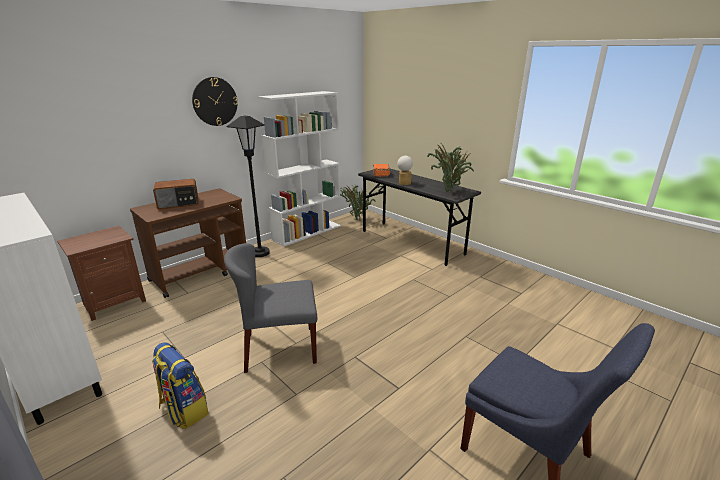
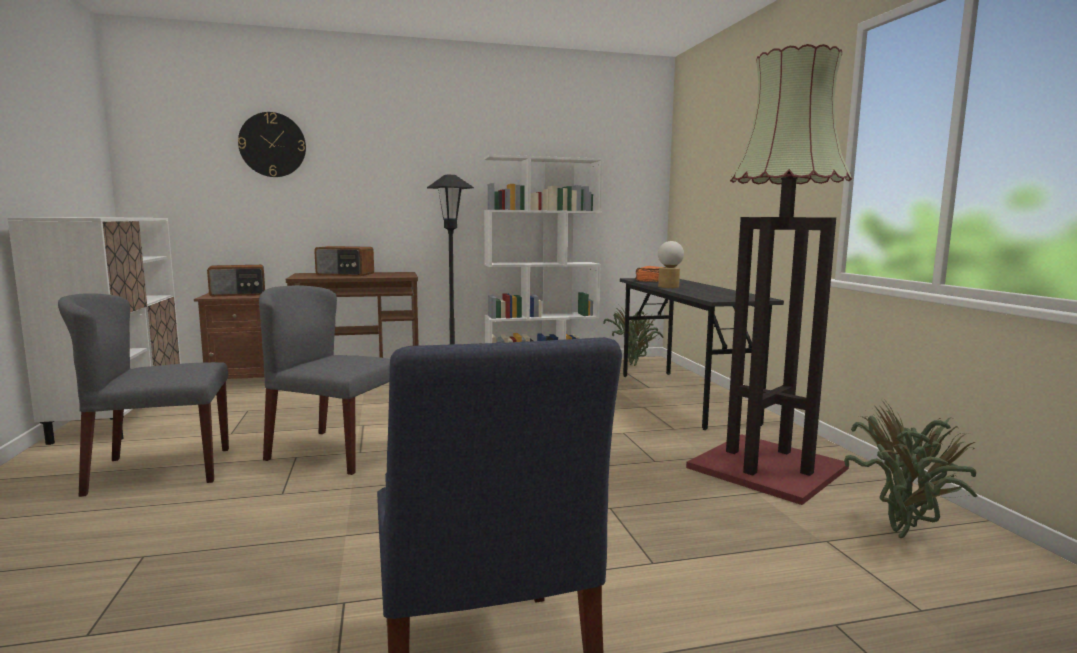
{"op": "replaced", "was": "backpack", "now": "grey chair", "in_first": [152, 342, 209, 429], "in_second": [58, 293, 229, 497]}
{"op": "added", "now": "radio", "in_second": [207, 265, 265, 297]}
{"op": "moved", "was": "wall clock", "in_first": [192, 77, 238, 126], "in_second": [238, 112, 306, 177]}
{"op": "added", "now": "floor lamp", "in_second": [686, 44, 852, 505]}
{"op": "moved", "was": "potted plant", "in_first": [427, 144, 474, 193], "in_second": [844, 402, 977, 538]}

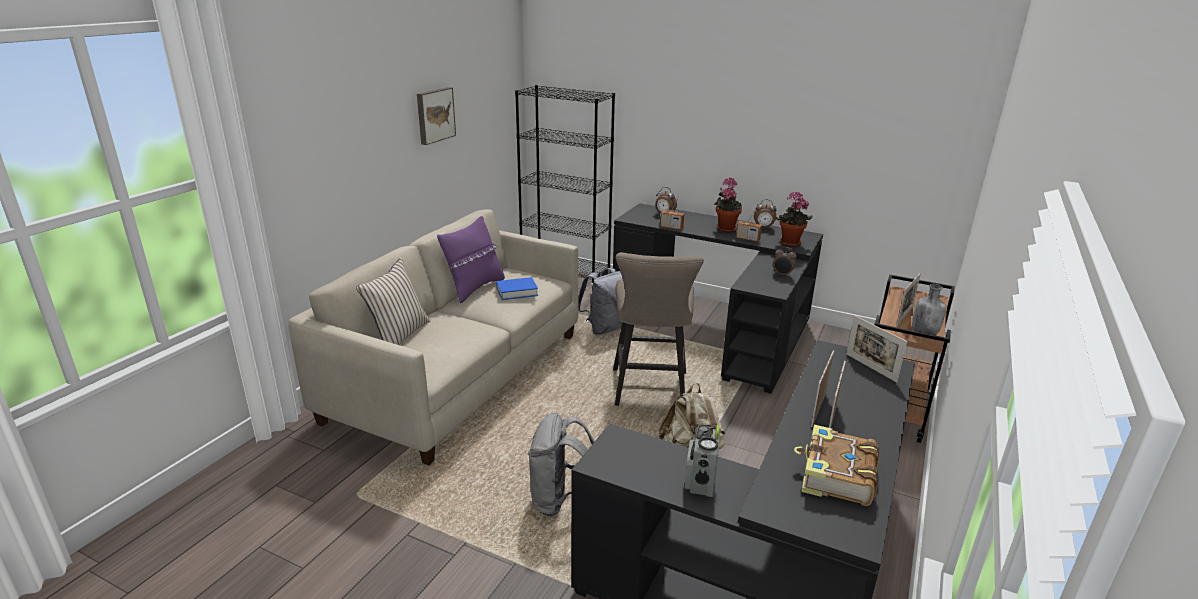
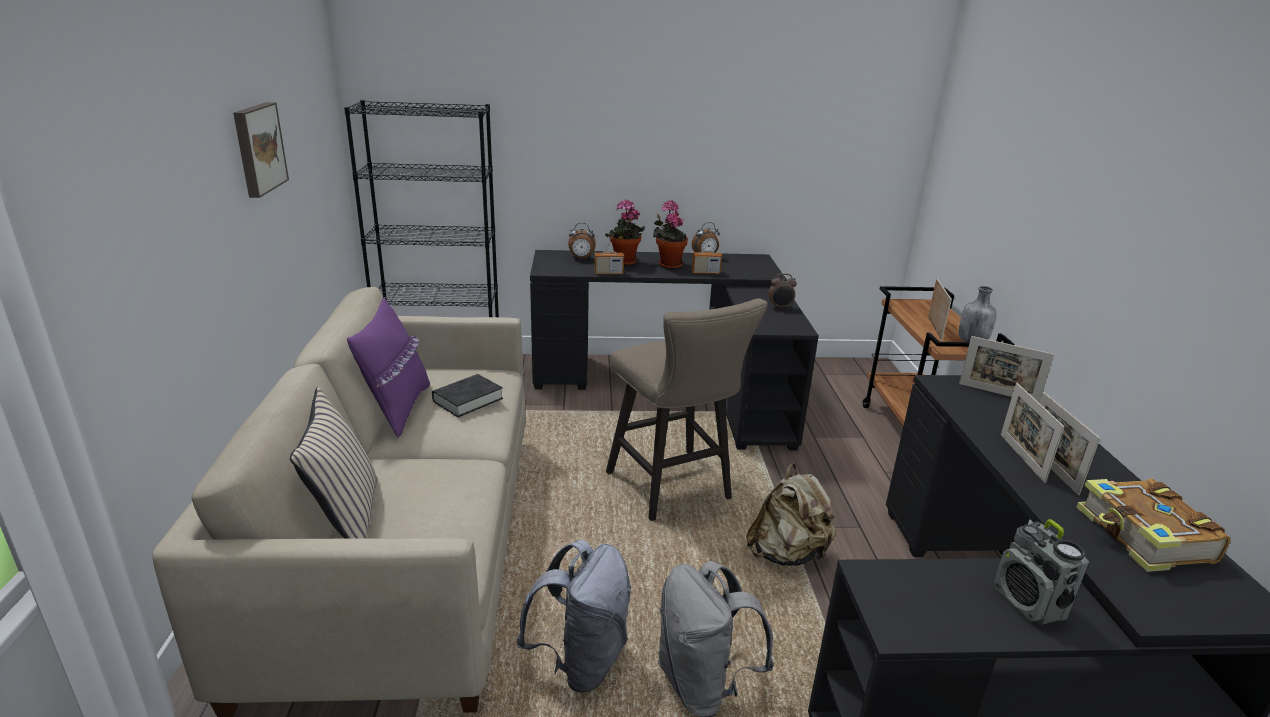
{"op": "recoloured", "was": "blue book", "now": "black book", "in_first": [496, 277, 538, 300], "in_second": [432, 374, 503, 417]}
{"op": "moved", "was": "grey backpack", "in_first": [578, 268, 623, 335], "in_second": [517, 540, 632, 692]}
{"op": "moved", "was": "potted plant", "in_first": [776, 192, 813, 247], "in_second": [605, 199, 645, 265]}

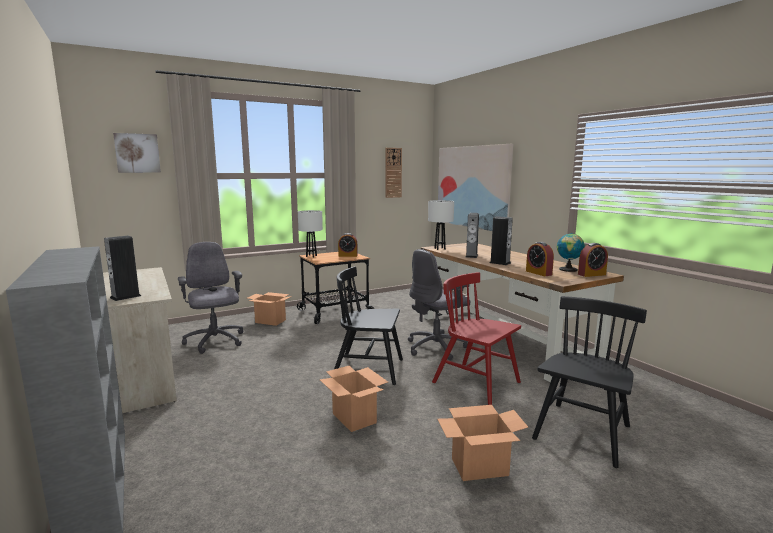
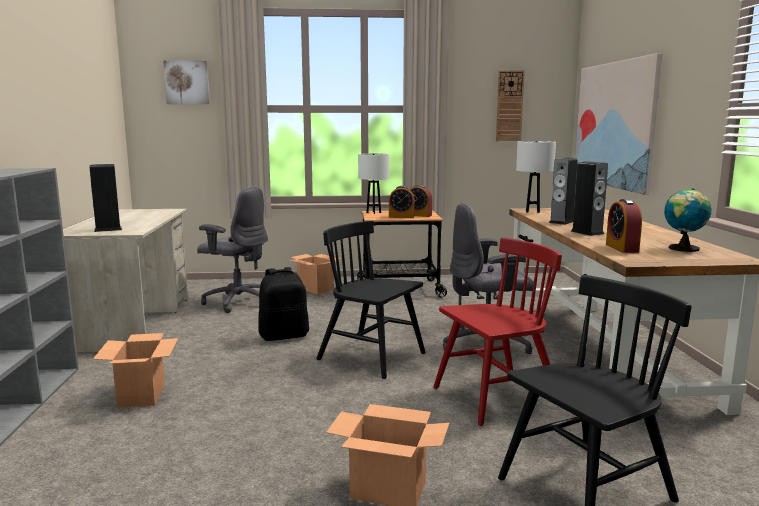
{"op": "moved", "was": "cardboard box", "in_first": [319, 366, 388, 432], "in_second": [93, 333, 178, 408]}
{"op": "turned", "was": "grey office chair", "in_first": [178, 242, 243, 354], "in_second": [197, 187, 268, 313], "clockwise": 120}
{"op": "added", "now": "black backpack", "in_second": [258, 267, 309, 341]}
{"op": "moved", "was": "alarm clock", "in_first": [578, 243, 608, 277], "in_second": [389, 186, 415, 218]}
{"op": "turned", "was": "red chair", "in_first": [432, 272, 521, 405], "in_second": [433, 237, 562, 426], "clockwise": 90}

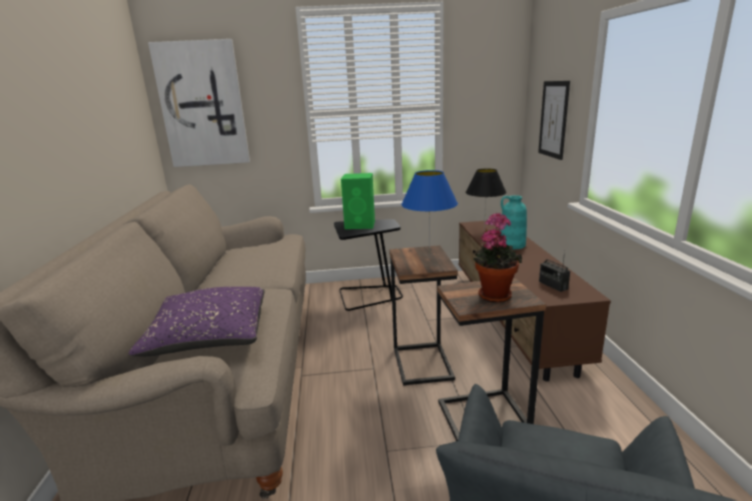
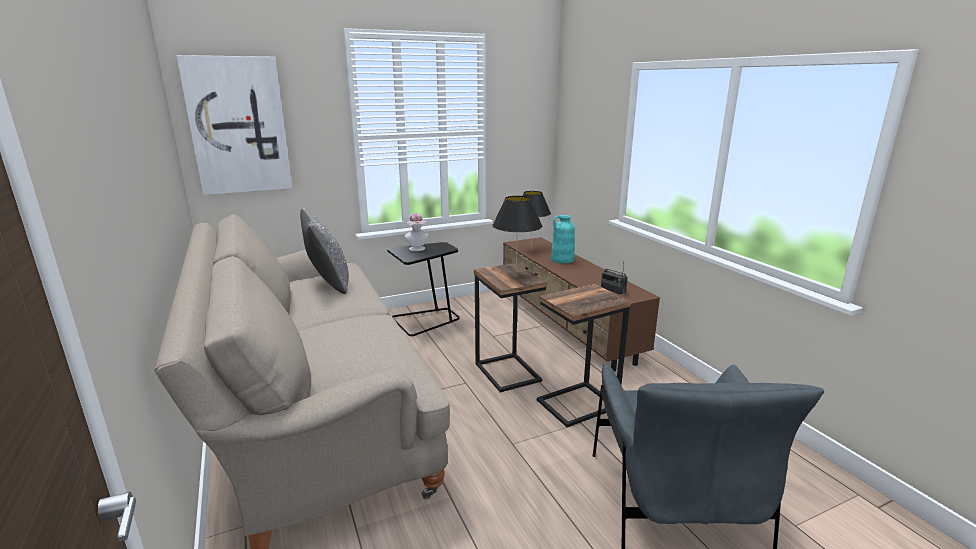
{"op": "added", "now": "grey pillow", "in_second": [300, 208, 349, 294]}
{"op": "replaced", "was": "green speaker", "now": "hat", "in_first": [341, 173, 375, 229], "in_second": [405, 213, 428, 251]}
{"op": "recoloured", "was": "blue table lamp", "now": "black table lamp", "in_first": [401, 170, 458, 259], "in_second": [492, 196, 542, 275]}
{"op": "removed", "was": "purple pillow", "in_first": [129, 287, 265, 357]}
{"op": "removed", "was": "potted plant", "in_first": [473, 212, 522, 302]}
{"op": "removed", "was": "picture", "in_first": [538, 81, 570, 160]}

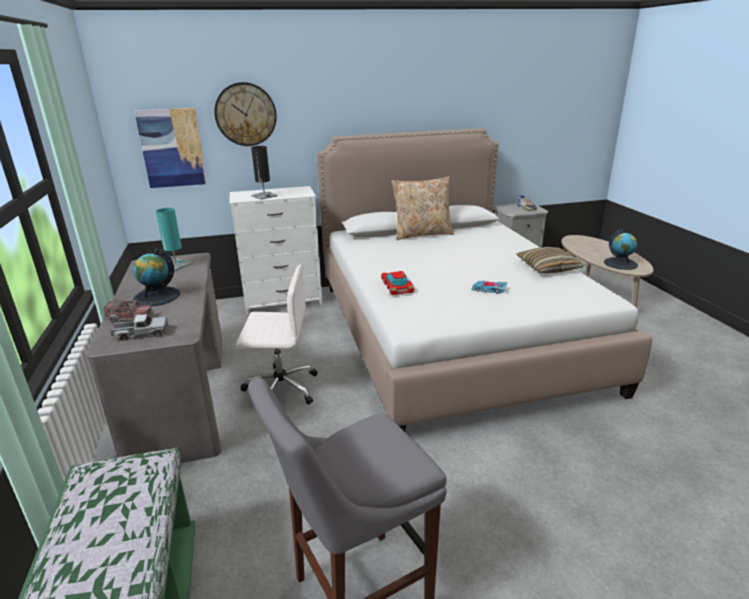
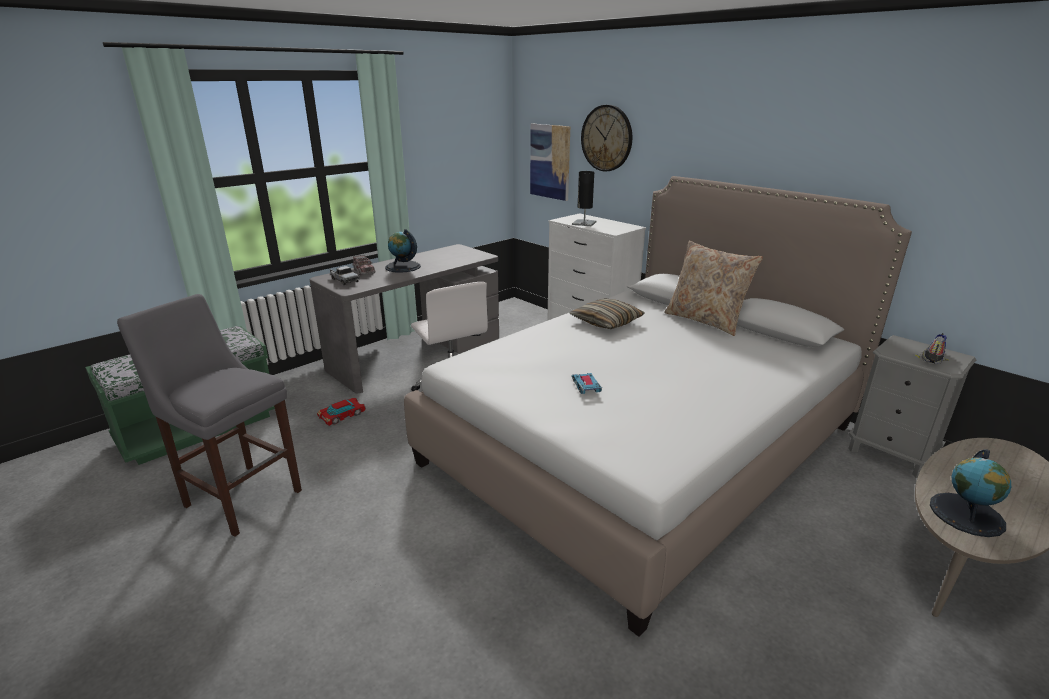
{"op": "moved", "was": "toy car", "in_first": [381, 271, 414, 295], "in_second": [317, 398, 366, 426]}
{"op": "moved", "was": "pillow", "in_first": [516, 247, 584, 273], "in_second": [570, 298, 645, 329]}
{"op": "removed", "was": "turquoise table lamp", "in_first": [156, 208, 193, 271]}

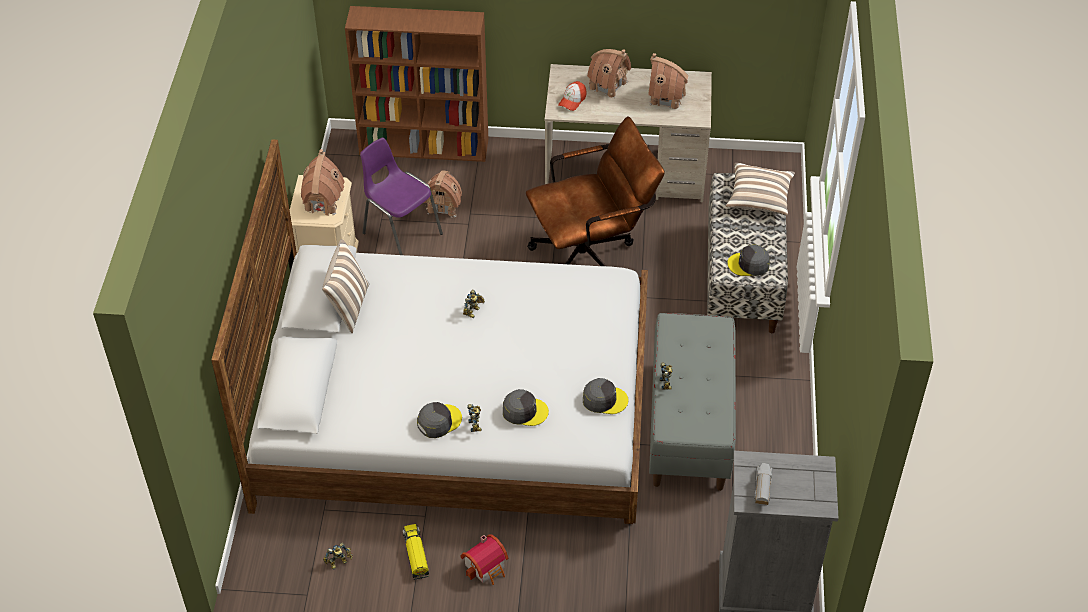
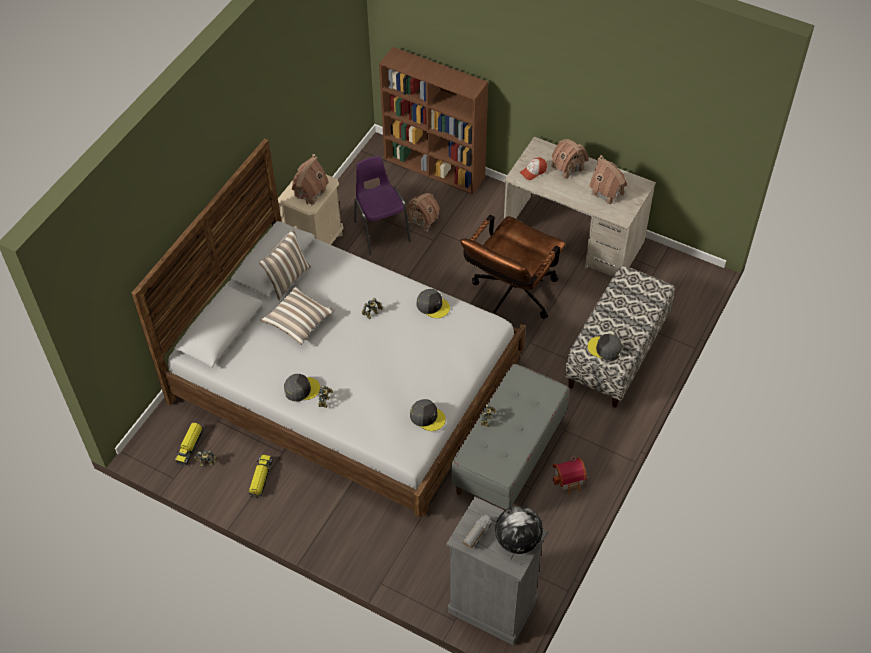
{"op": "added", "now": "toy truck", "in_second": [175, 423, 203, 465]}
{"op": "moved", "was": "pillow", "in_first": [726, 163, 795, 215], "in_second": [261, 286, 335, 345]}
{"op": "moved", "was": "grey cap", "in_first": [503, 389, 549, 426], "in_second": [416, 289, 450, 318]}
{"op": "turned", "was": "brown office chair", "in_first": [526, 116, 665, 266], "in_second": [460, 215, 566, 319], "clockwise": 120}
{"op": "added", "now": "globe", "in_second": [495, 506, 543, 554]}
{"op": "moved", "was": "toy house", "in_first": [460, 534, 508, 585], "in_second": [553, 457, 587, 495]}

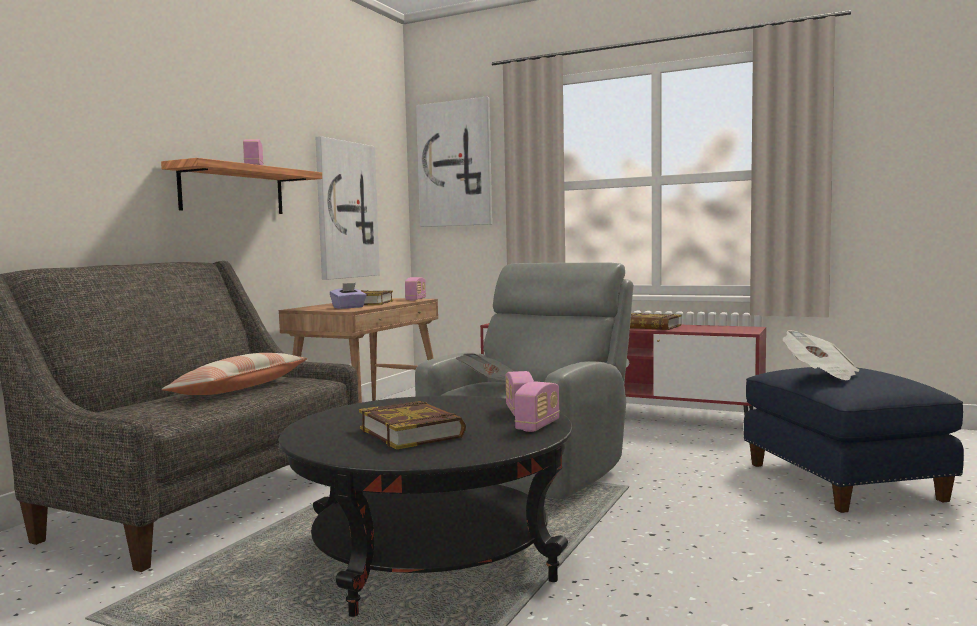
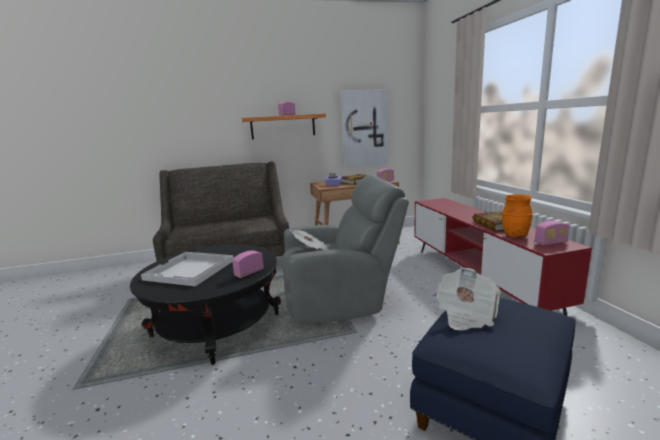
{"op": "replaced", "was": "book", "now": "white tray", "in_first": [359, 401, 466, 450], "in_second": [141, 252, 234, 286]}
{"op": "added", "now": "orange vase", "in_second": [502, 194, 533, 238]}
{"op": "moved", "was": "radio", "in_first": [515, 381, 560, 432], "in_second": [535, 221, 570, 245]}
{"op": "removed", "was": "pillow", "in_first": [162, 353, 308, 395]}
{"op": "removed", "was": "picture", "in_first": [416, 97, 492, 227]}

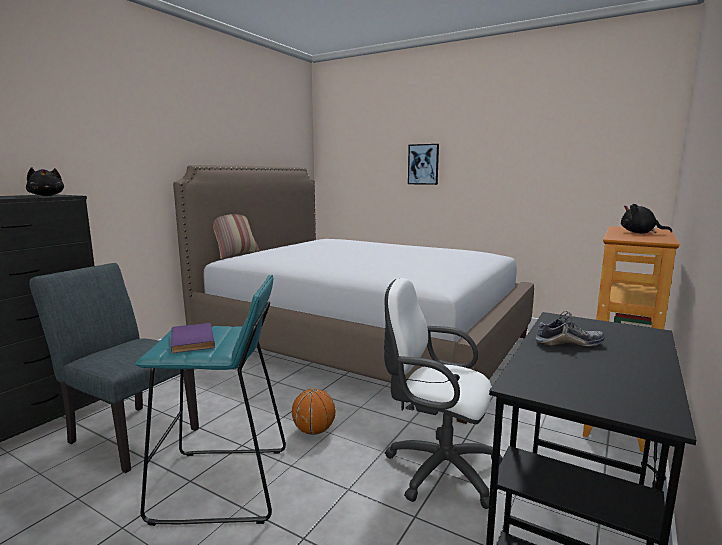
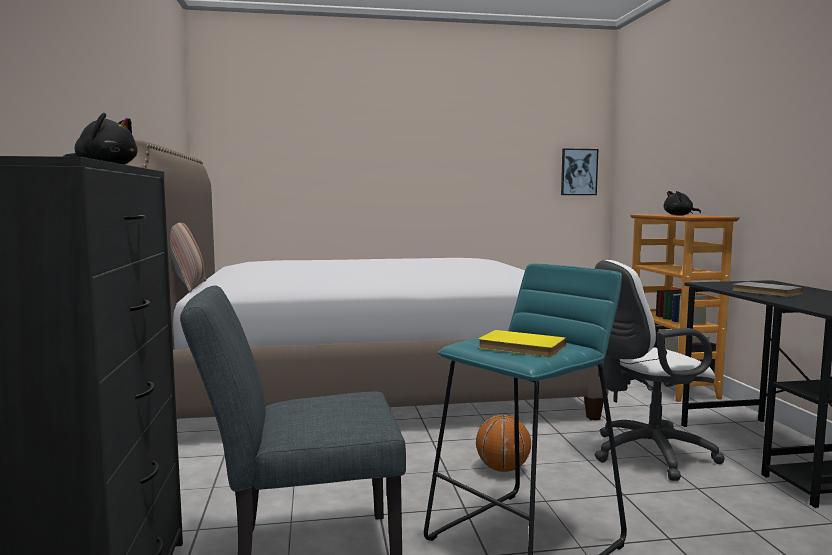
{"op": "recoloured", "was": "purple book", "now": "yellow book", "in_first": [170, 323, 215, 353], "in_second": [478, 330, 566, 357]}
{"op": "moved", "was": "picture", "in_first": [408, 144, 439, 185], "in_second": [561, 149, 598, 195]}
{"op": "replaced", "was": "shoe", "now": "grey book", "in_first": [535, 311, 605, 346], "in_second": [732, 281, 803, 297]}

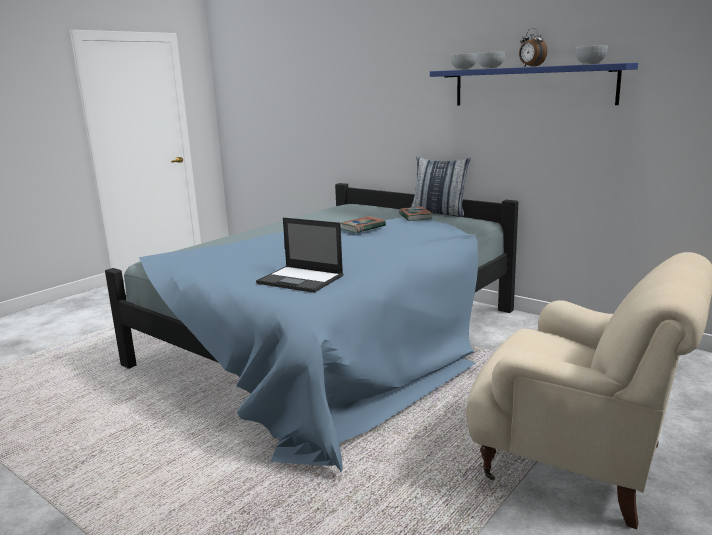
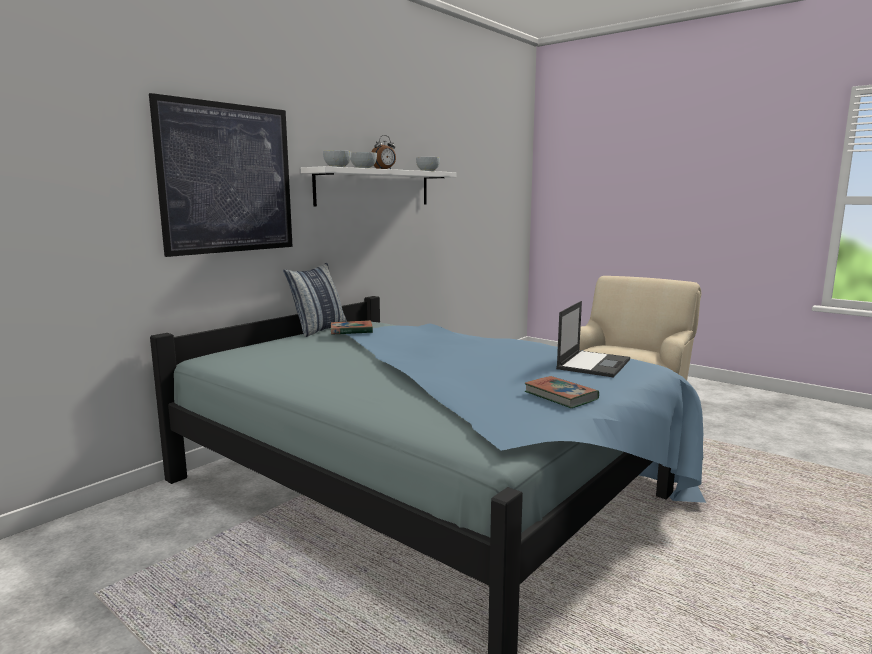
{"op": "added", "now": "picture", "in_second": [149, 93, 293, 257]}
{"op": "recoloured", "was": "blue shelf", "now": "white shelf", "in_first": [430, 63, 638, 105], "in_second": [301, 166, 456, 207]}
{"op": "moved", "was": "book", "in_first": [341, 216, 386, 233], "in_second": [524, 376, 599, 408]}

